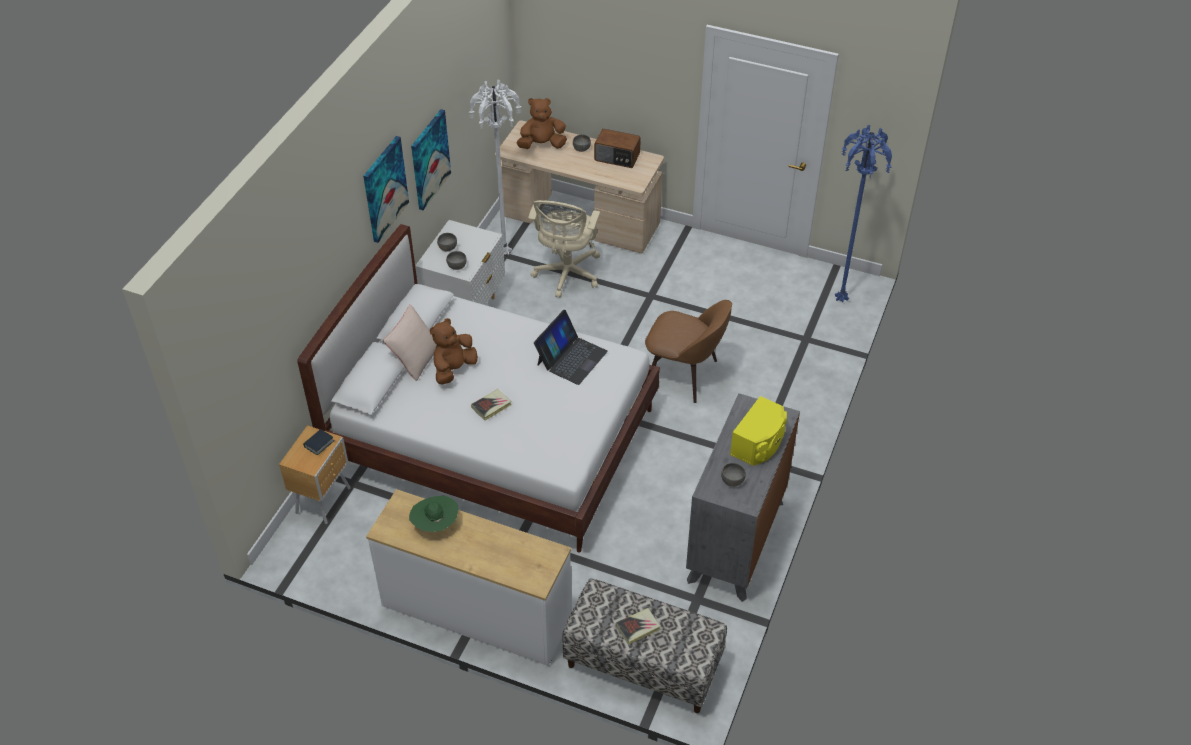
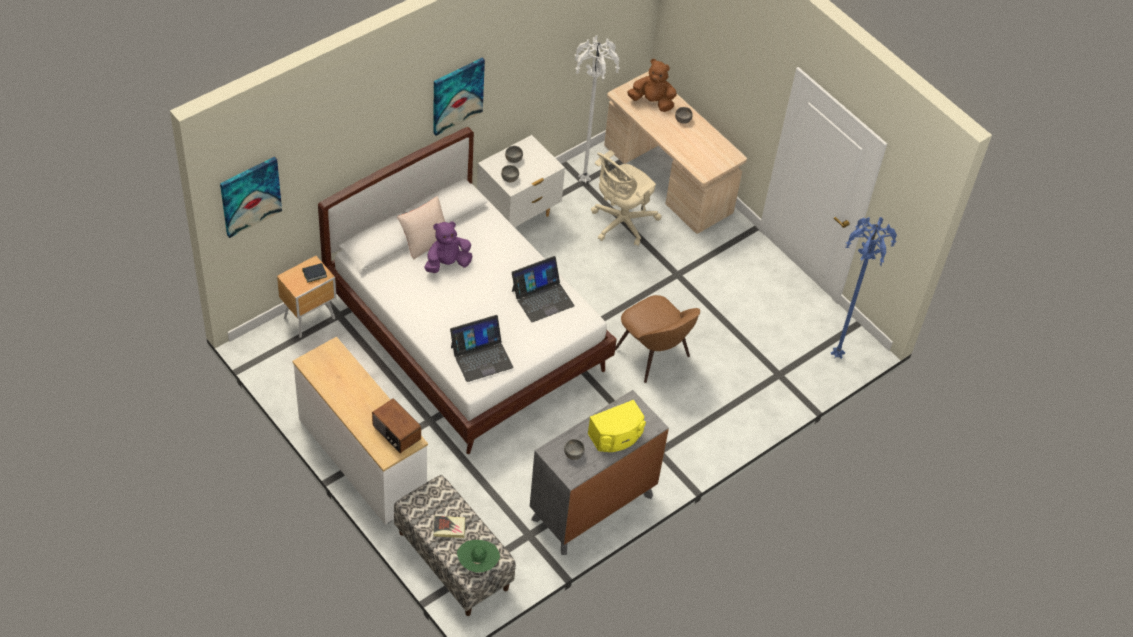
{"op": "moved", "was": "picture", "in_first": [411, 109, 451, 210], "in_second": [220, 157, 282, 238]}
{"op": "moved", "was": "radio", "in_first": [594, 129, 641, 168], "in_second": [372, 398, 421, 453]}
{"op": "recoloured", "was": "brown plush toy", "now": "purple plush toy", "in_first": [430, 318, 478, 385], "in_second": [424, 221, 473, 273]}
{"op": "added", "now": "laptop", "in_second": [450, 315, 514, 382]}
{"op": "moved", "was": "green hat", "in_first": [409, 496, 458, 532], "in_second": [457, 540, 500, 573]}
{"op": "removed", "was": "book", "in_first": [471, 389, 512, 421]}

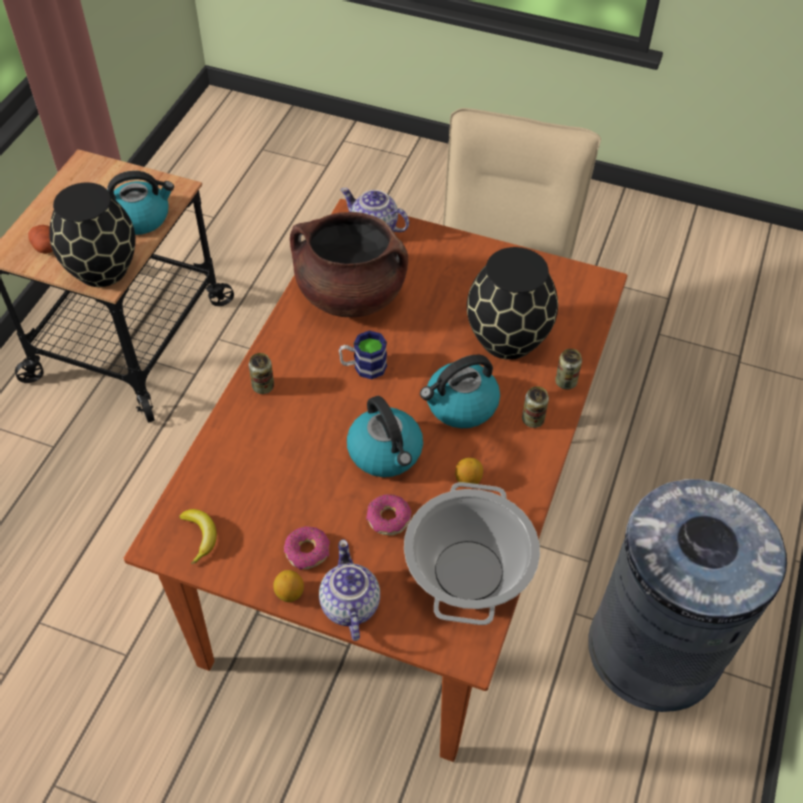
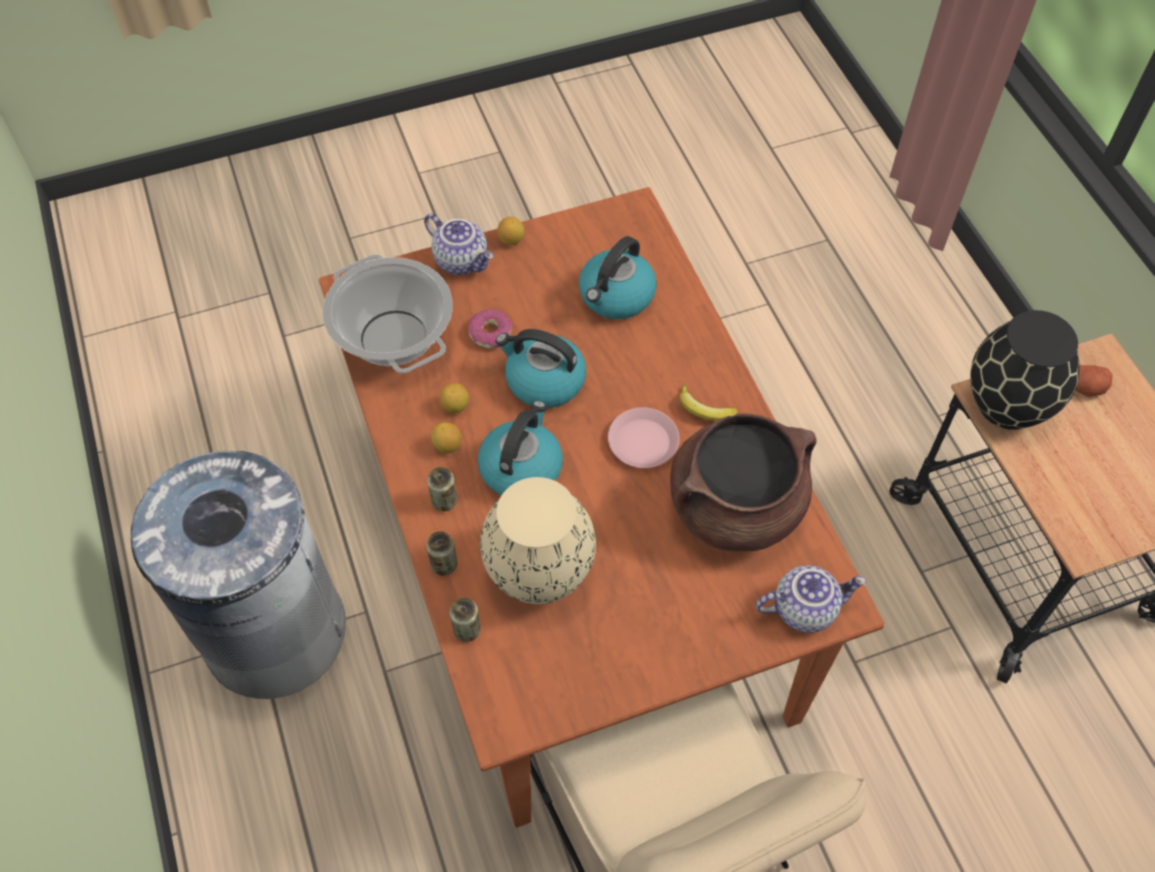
{"op": "added", "now": "lemon", "in_second": [431, 422, 461, 454]}
{"op": "moved", "was": "can", "in_first": [249, 353, 274, 394], "in_second": [449, 598, 481, 642]}
{"op": "recoloured", "was": "black vase", "now": "beige vase", "in_first": [467, 247, 558, 360], "in_second": [480, 477, 596, 604]}
{"op": "moved", "was": "kettle", "in_first": [107, 171, 174, 235], "in_second": [579, 236, 657, 319]}
{"op": "replaced", "was": "mug", "now": "pink plate", "in_first": [339, 331, 387, 379], "in_second": [608, 407, 679, 468]}
{"op": "moved", "was": "banana", "in_first": [179, 509, 217, 565], "in_second": [679, 384, 738, 421]}
{"op": "removed", "was": "donut", "in_first": [284, 526, 330, 570]}

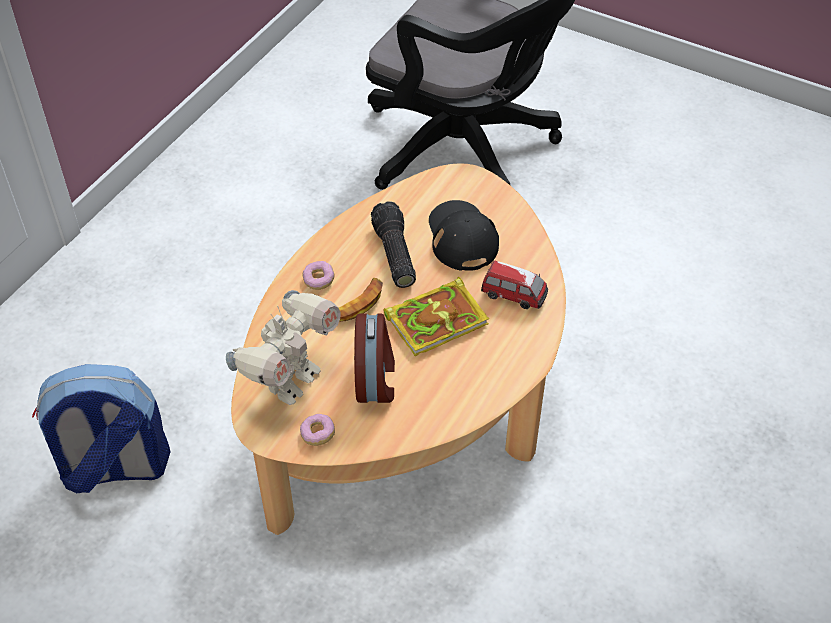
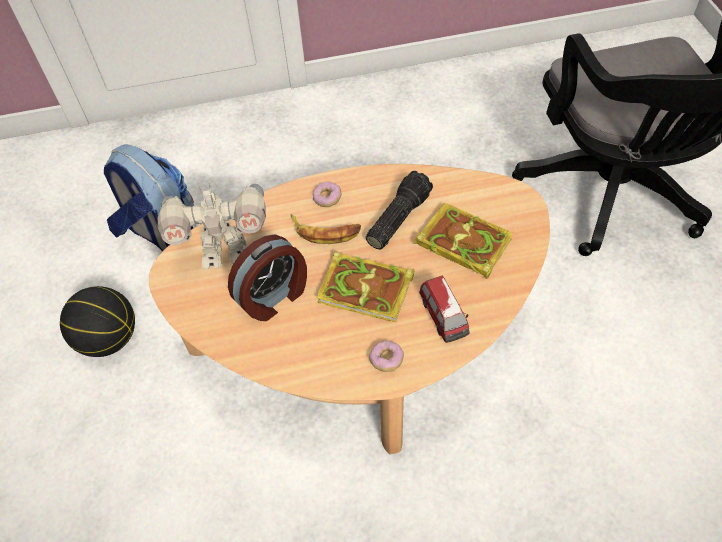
{"op": "added", "now": "basketball", "in_second": [60, 286, 135, 357]}
{"op": "moved", "was": "donut", "in_first": [300, 414, 335, 446], "in_second": [369, 341, 404, 372]}
{"op": "replaced", "was": "black cap", "now": "book", "in_first": [429, 200, 499, 271], "in_second": [414, 202, 513, 279]}

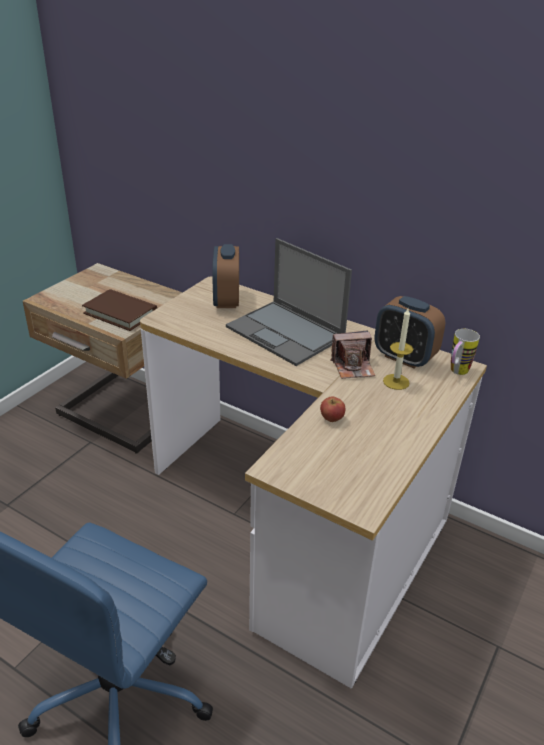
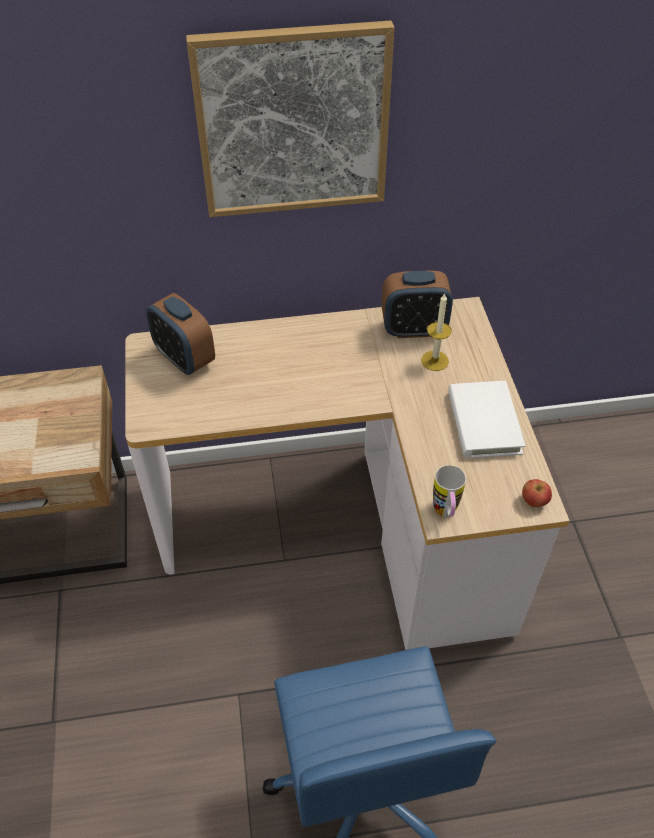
{"op": "added", "now": "picture", "in_second": [186, 20, 395, 217]}
{"op": "moved", "was": "mug", "in_first": [451, 329, 480, 375], "in_second": [433, 465, 466, 517]}
{"op": "added", "now": "white book", "in_second": [448, 381, 526, 458]}
{"op": "moved", "was": "apple", "in_first": [320, 396, 345, 422], "in_second": [522, 479, 552, 507]}
{"op": "removed", "was": "brown book", "in_first": [82, 289, 157, 331]}
{"op": "removed", "was": "laptop", "in_first": [226, 238, 352, 366]}
{"op": "removed", "was": "photo camera", "in_first": [330, 330, 375, 379]}

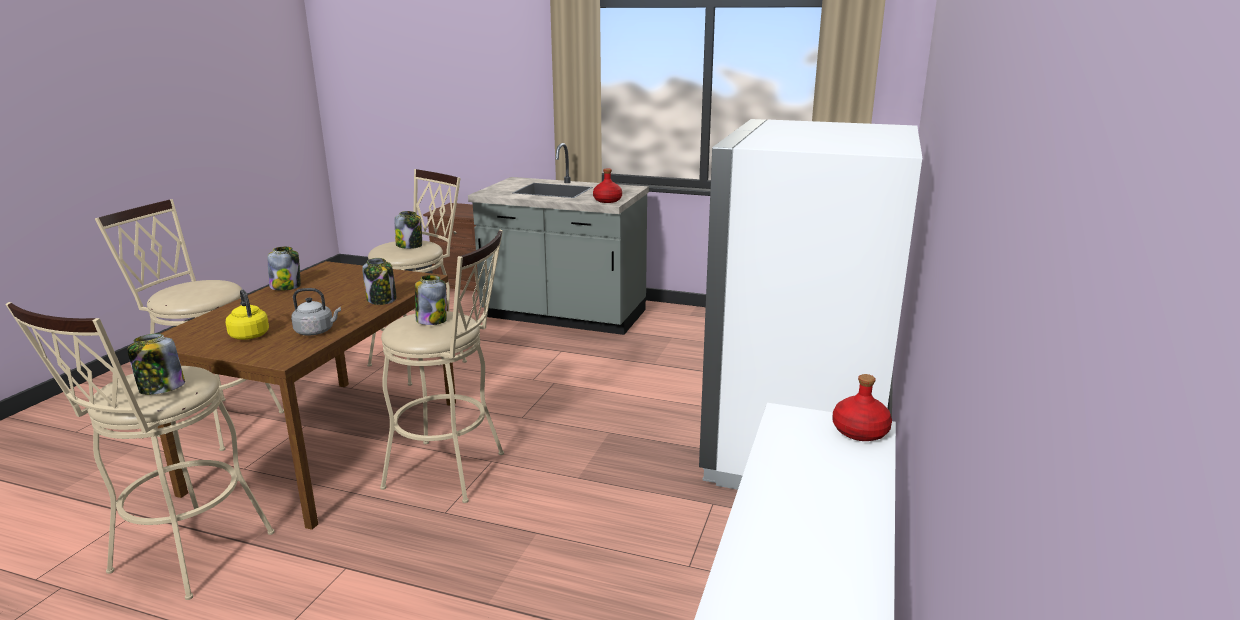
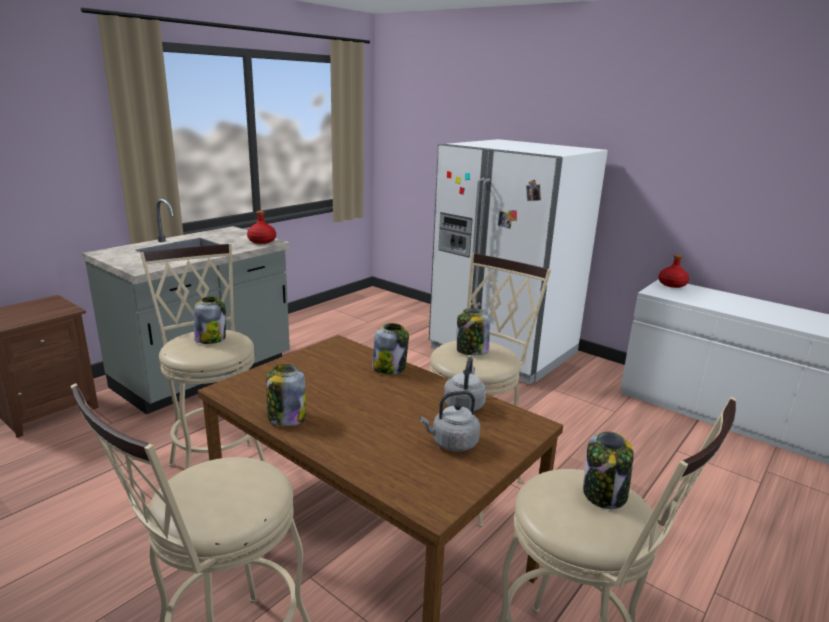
{"op": "recoloured", "was": "yellow kettle", "now": "grey kettle", "in_first": [226, 289, 269, 340], "in_second": [420, 391, 480, 452]}

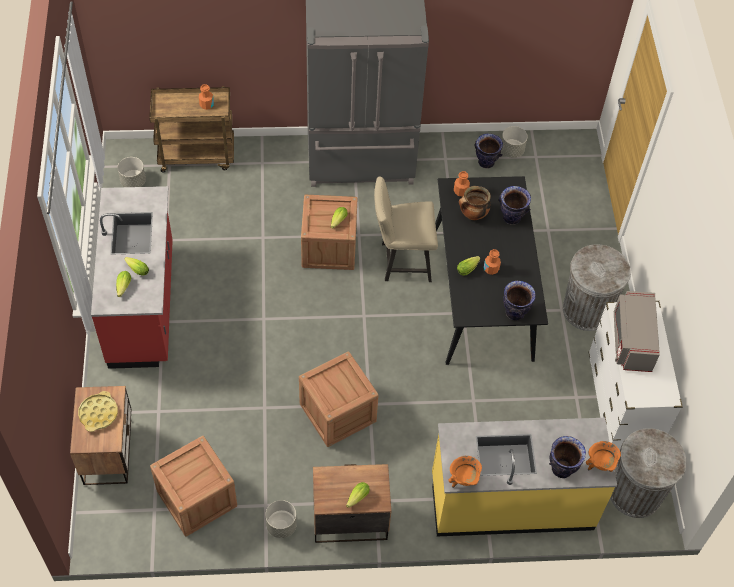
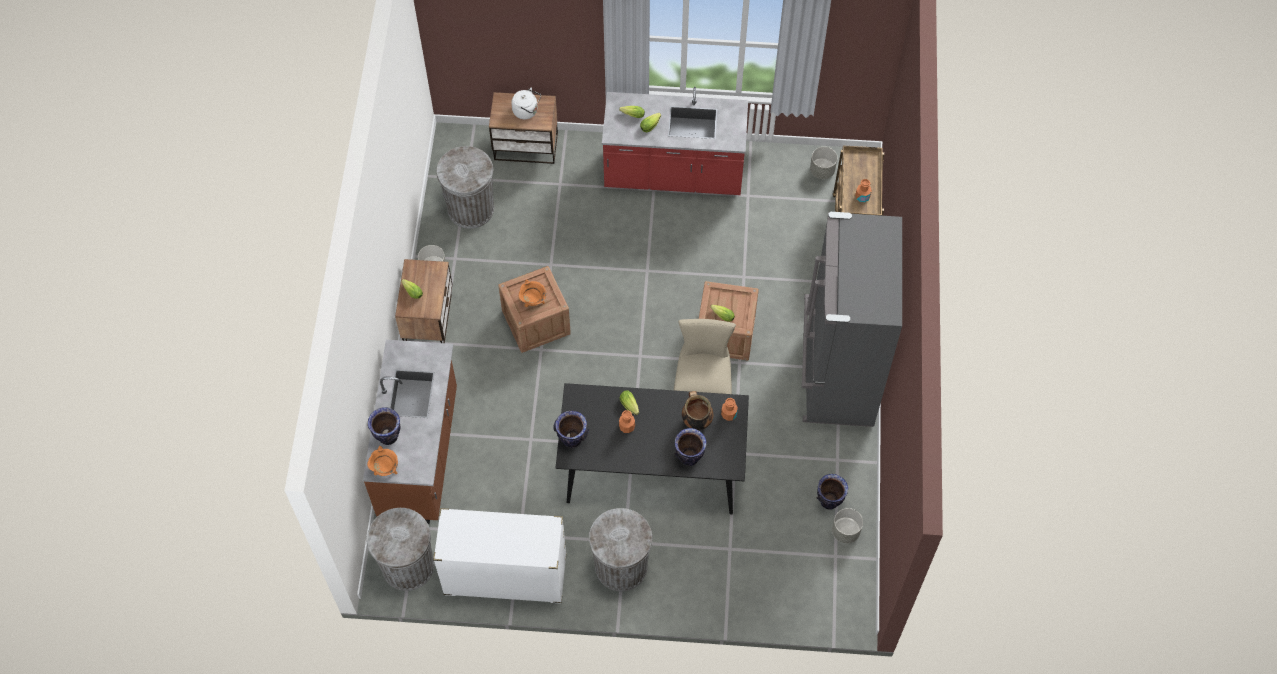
{"op": "recoloured", "was": "yellow counter", "now": "brown counter", "in_first": [432, 418, 617, 537], "in_second": [363, 340, 457, 524]}
{"op": "replaced", "was": "crate", "now": "grey trash can", "in_first": [150, 436, 237, 537], "in_second": [437, 146, 494, 229]}
{"op": "replaced", "was": "yellow tray", "now": "white kettle", "in_first": [78, 391, 118, 432], "in_second": [511, 88, 541, 119]}
{"op": "moved", "was": "orange cooking pot", "in_first": [448, 456, 482, 488], "in_second": [519, 279, 547, 307]}
{"op": "removed", "was": "grey microwave", "in_first": [614, 291, 660, 372]}

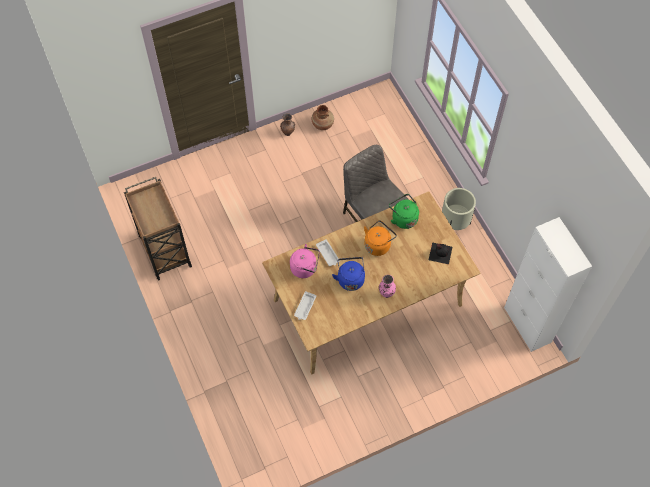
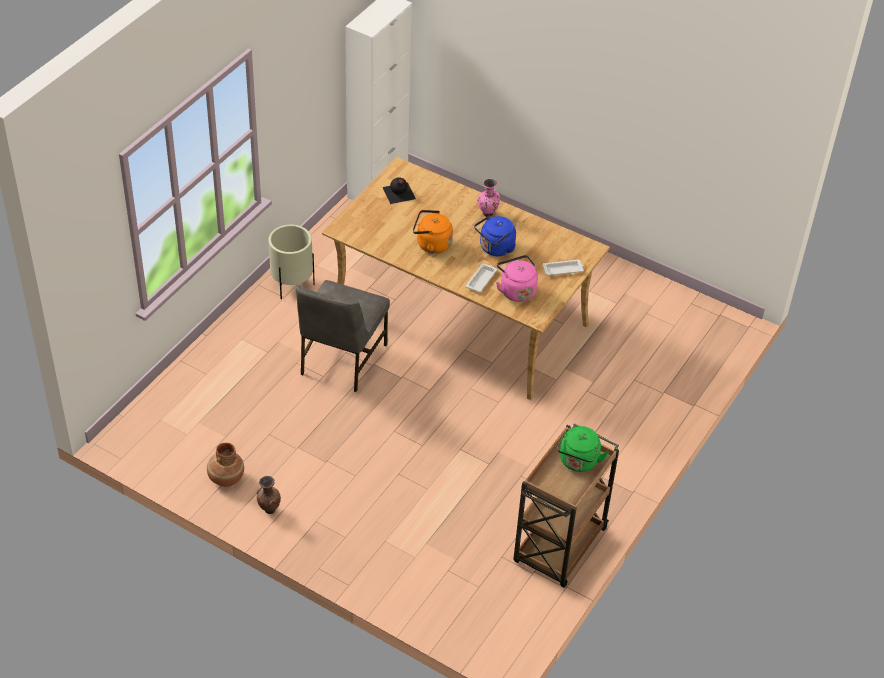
{"op": "moved", "was": "green kettle", "in_first": [389, 194, 419, 229], "in_second": [557, 426, 609, 472]}

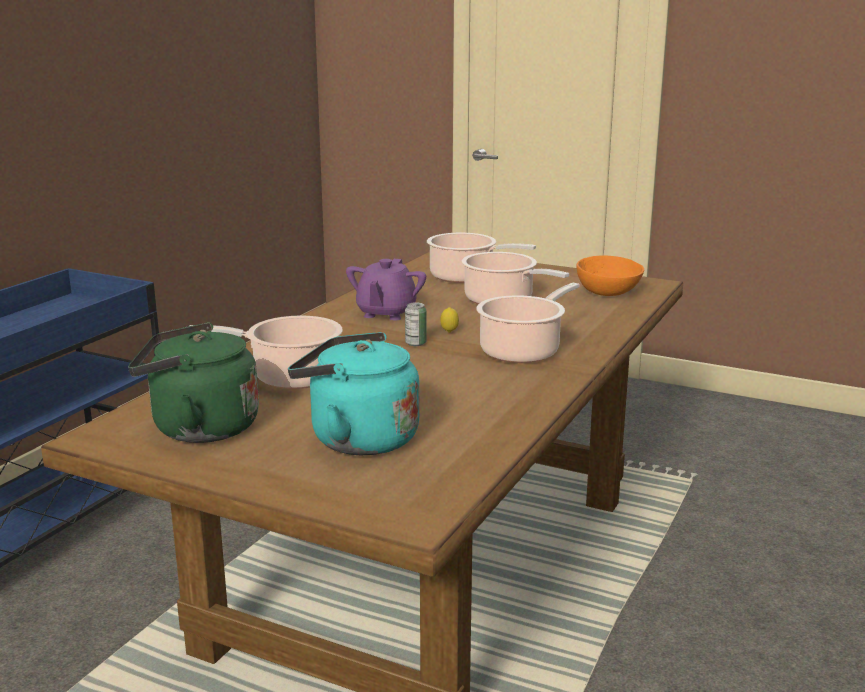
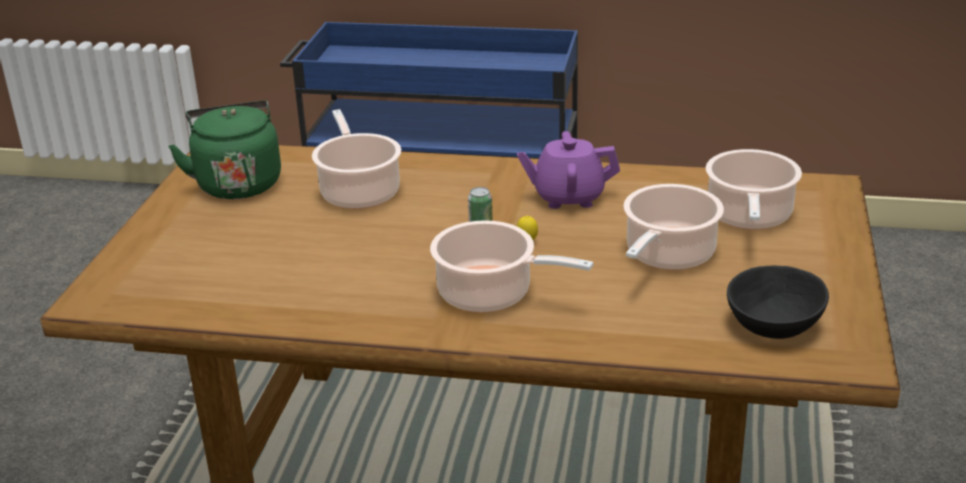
{"op": "recoloured", "was": "orange bowl", "now": "black bowl", "in_first": [576, 255, 644, 296], "in_second": [727, 266, 829, 339]}
{"op": "removed", "was": "turquoise kettle", "in_first": [288, 332, 420, 455]}

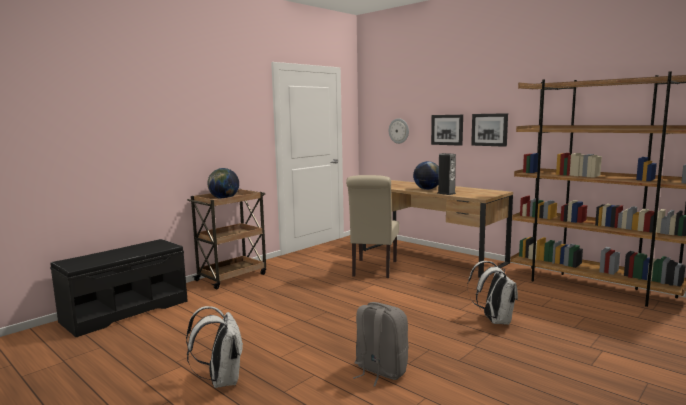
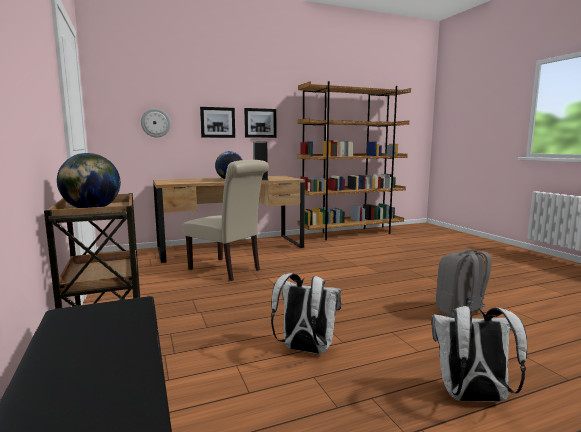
{"op": "moved", "was": "white backpack", "in_first": [467, 261, 518, 325], "in_second": [271, 273, 341, 354]}

